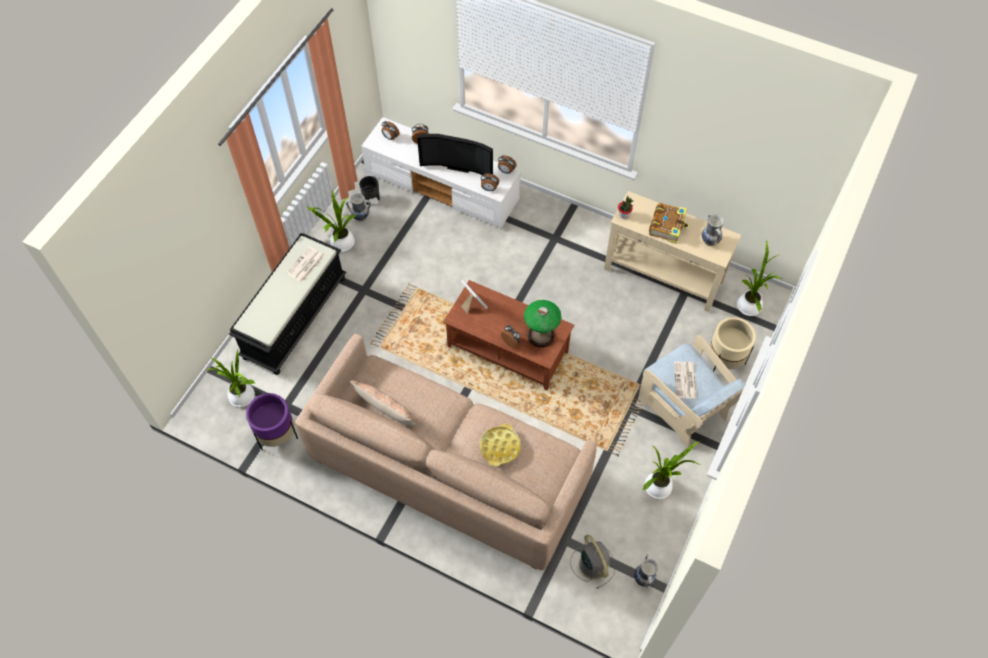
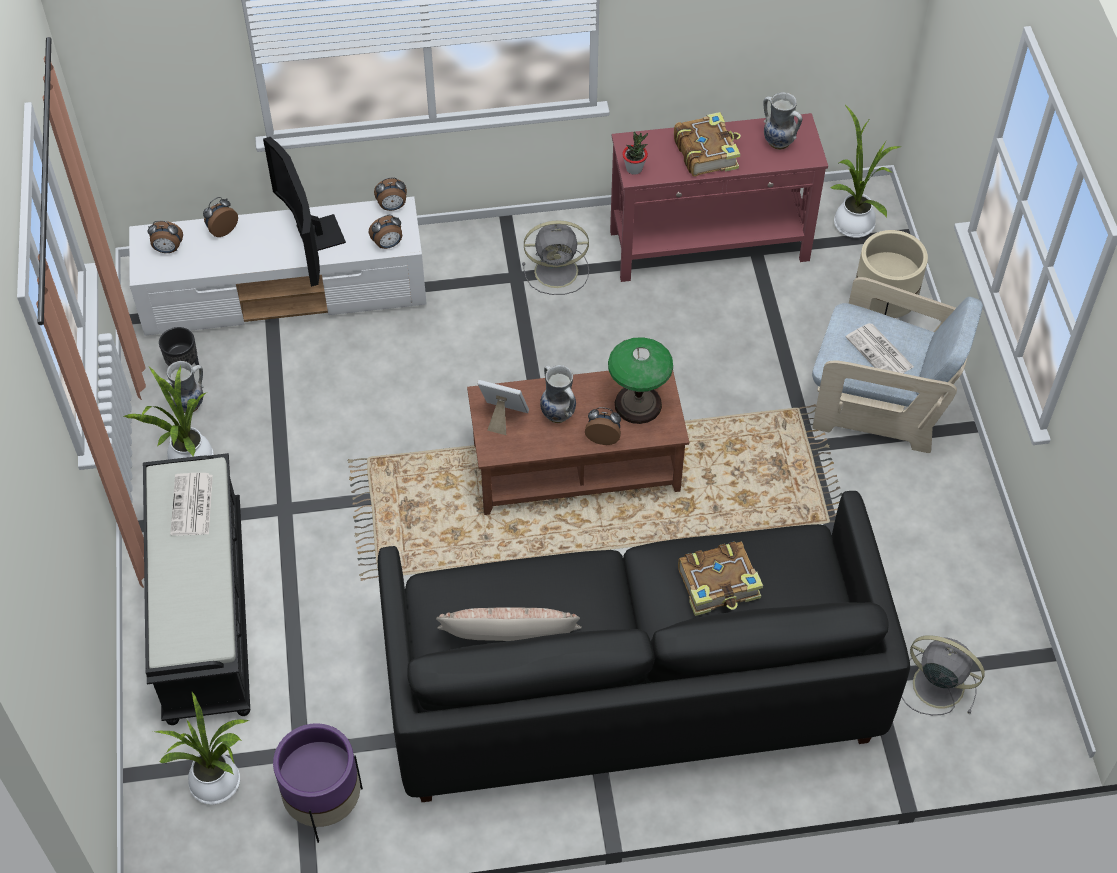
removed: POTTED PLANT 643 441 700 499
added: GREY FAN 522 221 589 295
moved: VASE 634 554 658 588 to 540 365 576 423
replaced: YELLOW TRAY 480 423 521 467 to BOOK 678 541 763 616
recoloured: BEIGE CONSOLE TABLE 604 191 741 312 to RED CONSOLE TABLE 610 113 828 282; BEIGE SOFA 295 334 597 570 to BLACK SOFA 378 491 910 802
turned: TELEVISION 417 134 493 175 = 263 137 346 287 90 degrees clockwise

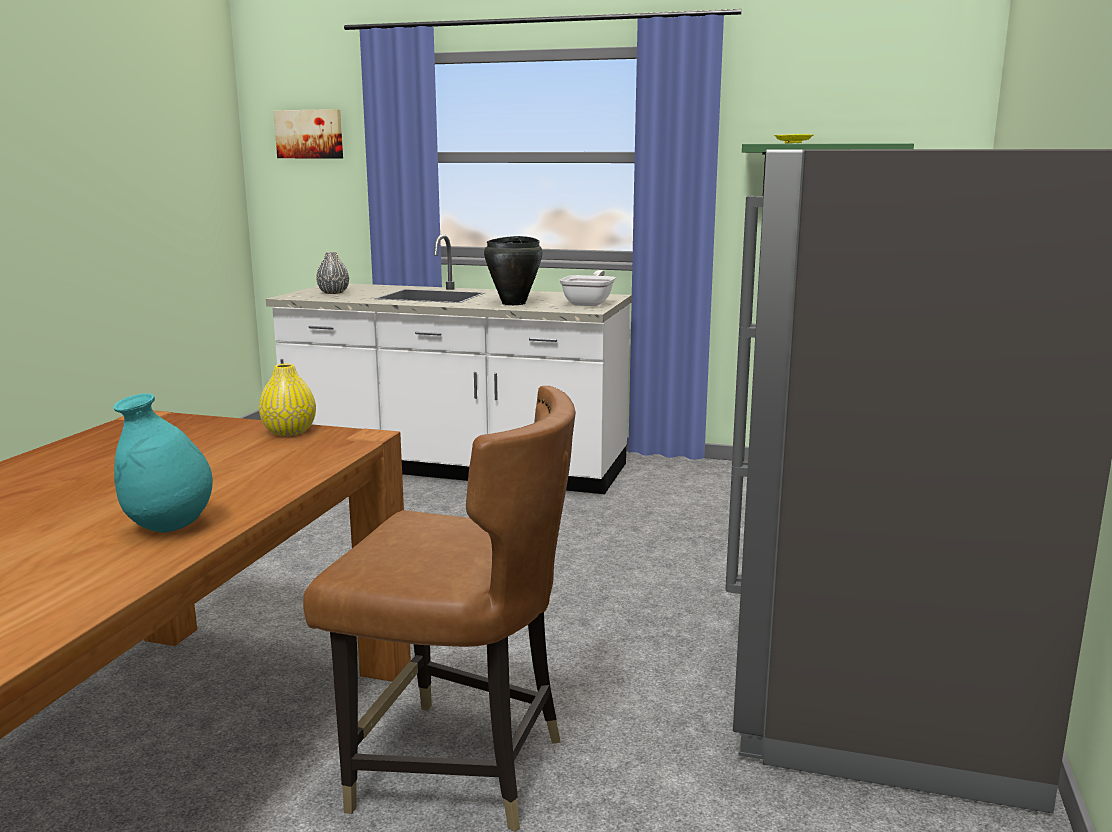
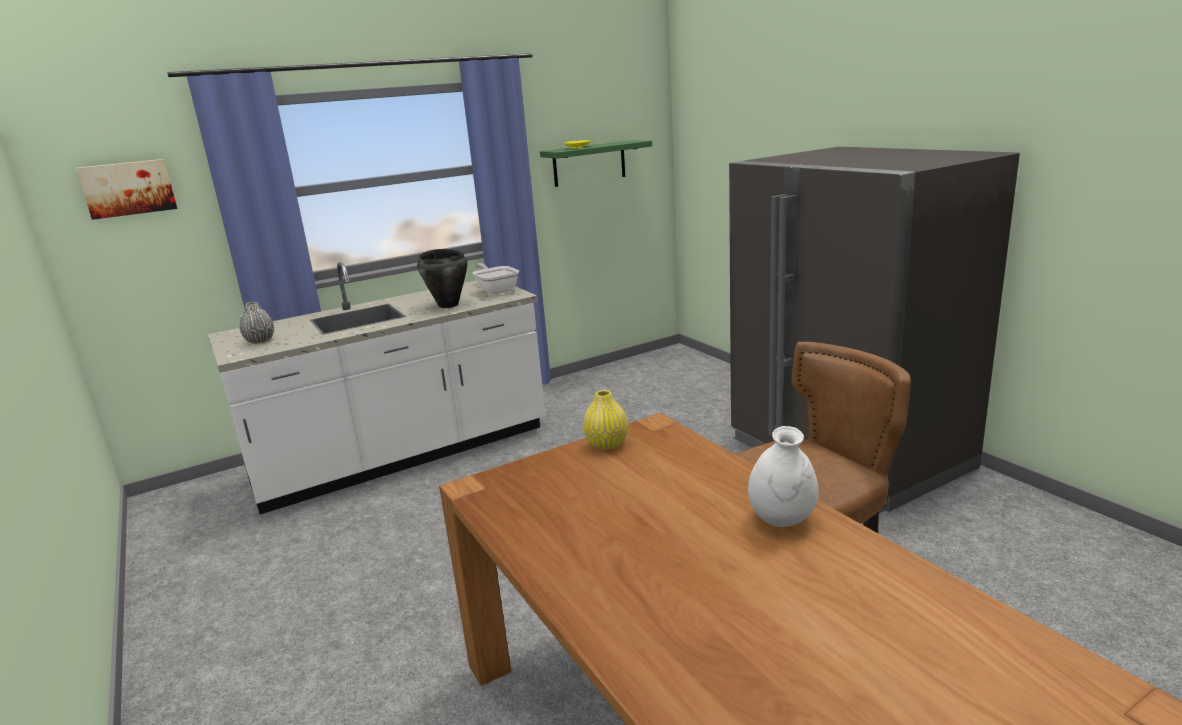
recoloured: TURQUOISE VASE 113 393 213 533 to WHITE VASE 748 426 819 527

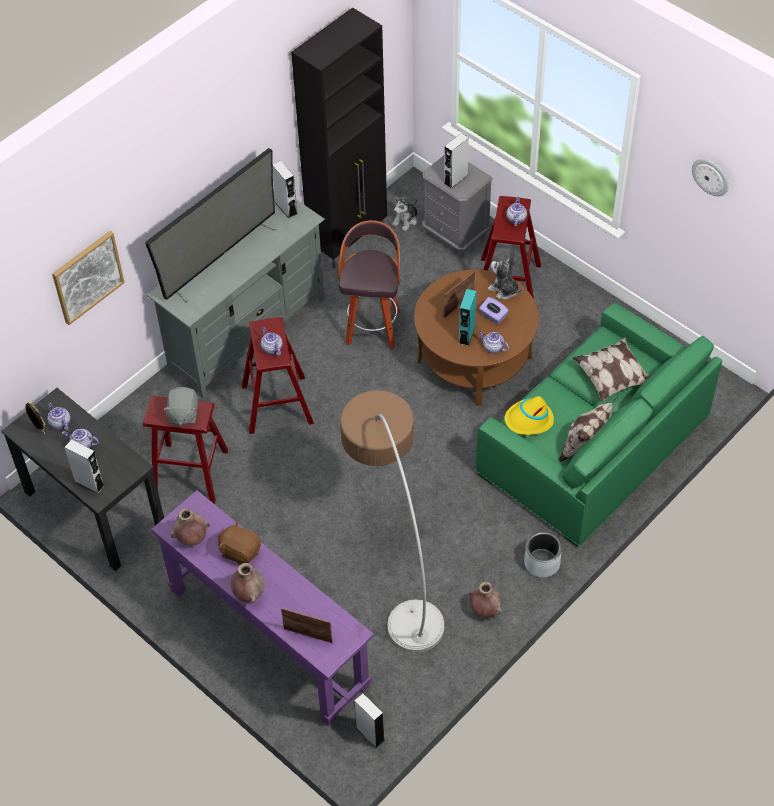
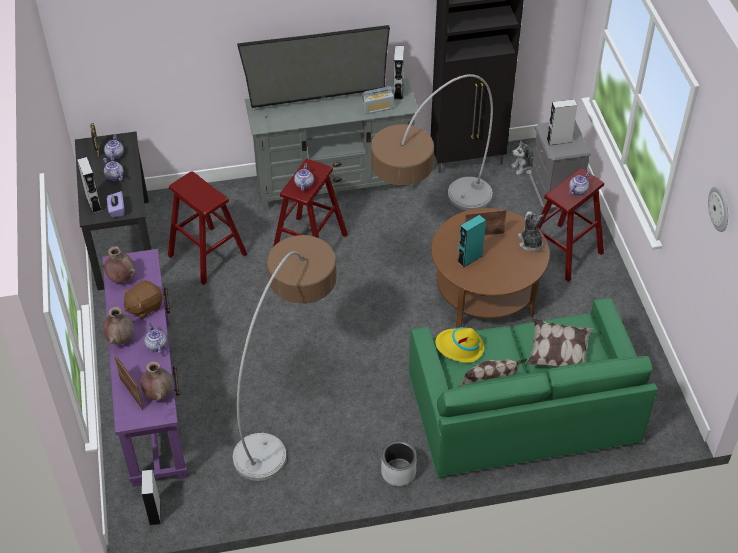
removed: PICTURE 52 231 125 325; GREY PLUSH TOY 163 387 198 426
added: RADIO 362 86 394 114
moved: PURPLE TISSUE BOX 479 297 509 325 to 107 191 124 217; TEAPOT 479 331 509 354 to 145 323 167 354; BROWN VASE 469 582 502 618 to 141 361 172 400
replaced: STOOL 338 220 401 349 to FLOOR LAMP 371 74 493 211
turned: BROWN PLUSH TOY 218 521 261 565 = 123 280 163 319 105 degrees counterclockwise

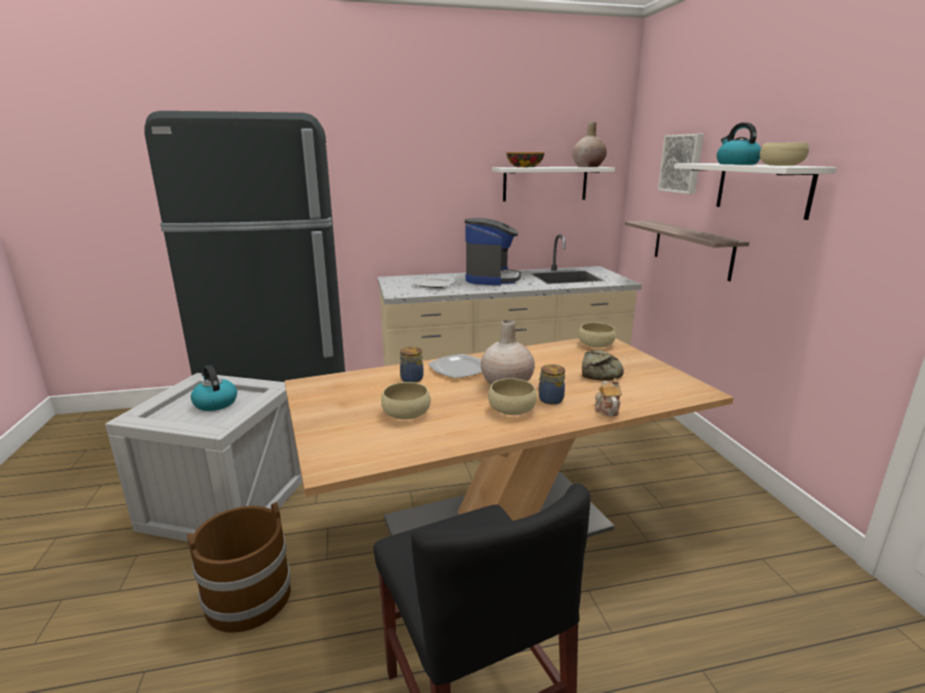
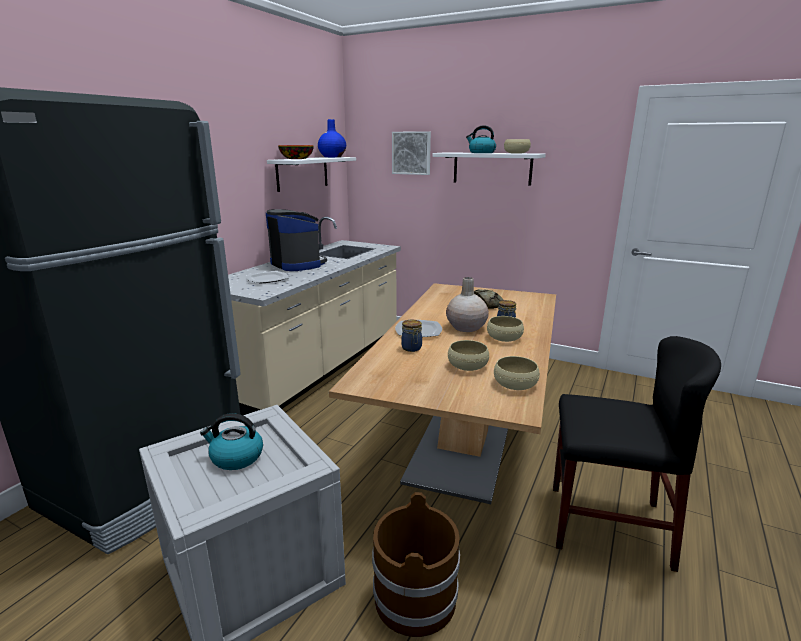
removed: SHELF 625 221 749 281; TEAPOT 595 378 622 416
moved: BEIGE BOWL 578 322 616 348 to 494 356 540 390
recoloured: BEIGE VASE 572 122 607 167 to BLUE VASE 318 119 346 157

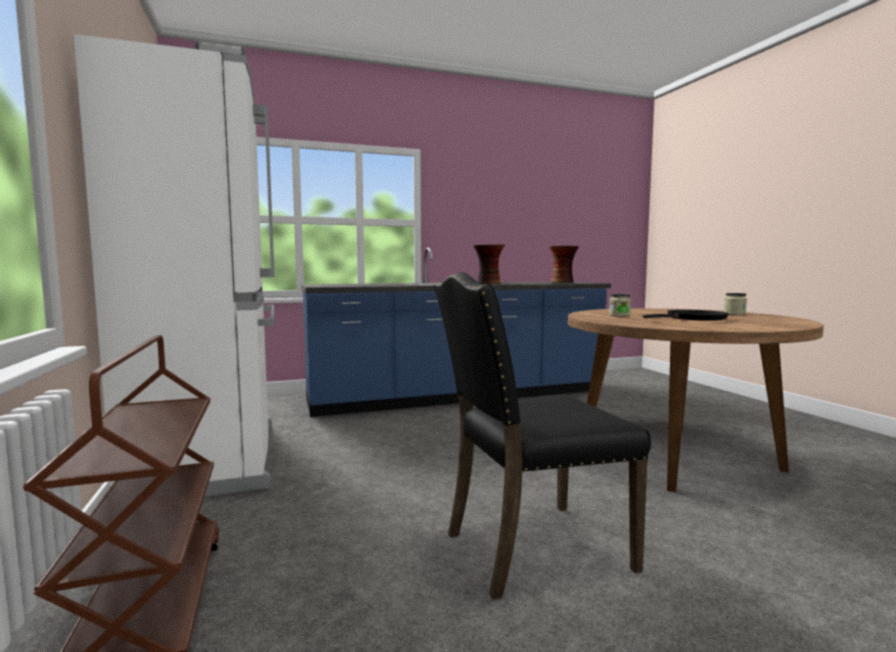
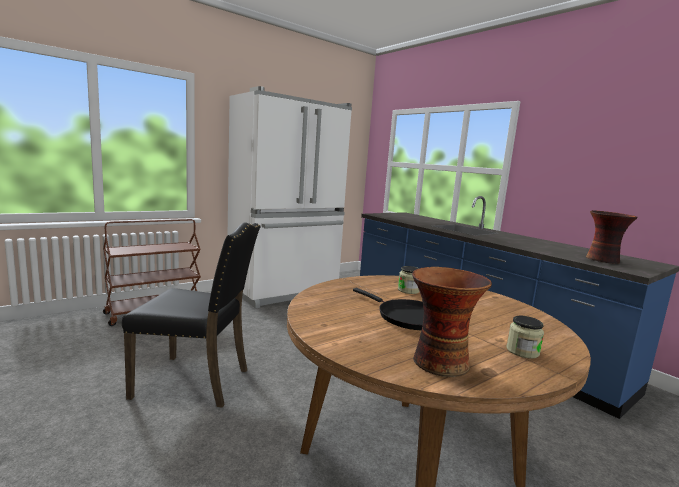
moved: VASE 473 244 505 284 to 412 267 492 377
turned: BLACK CHAIR 433 272 651 600 = 122 223 261 408 135 degrees clockwise

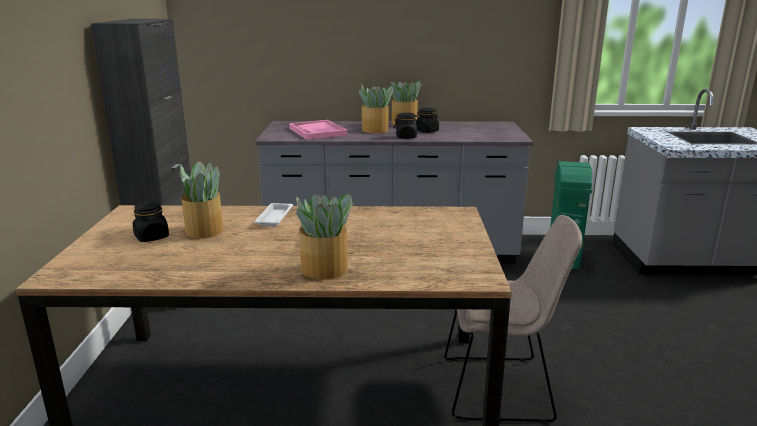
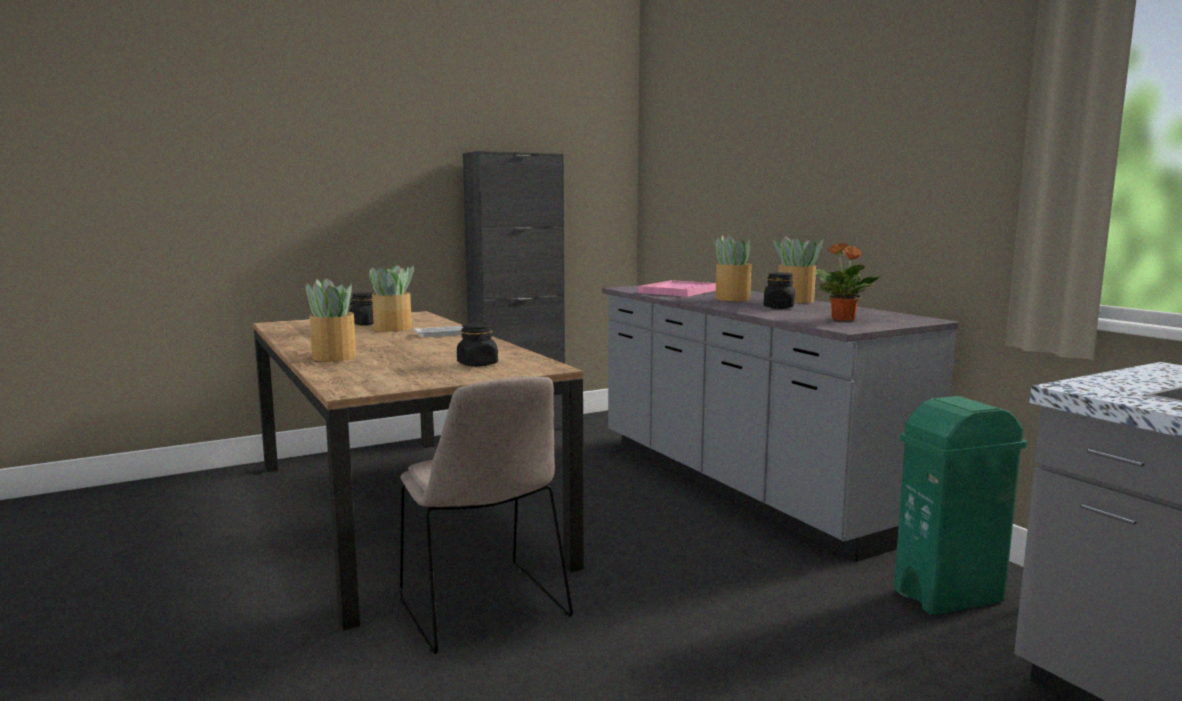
added: POTTED PLANT 815 243 882 321
moved: BLACK JAR 394 113 420 139 to 457 323 498 367

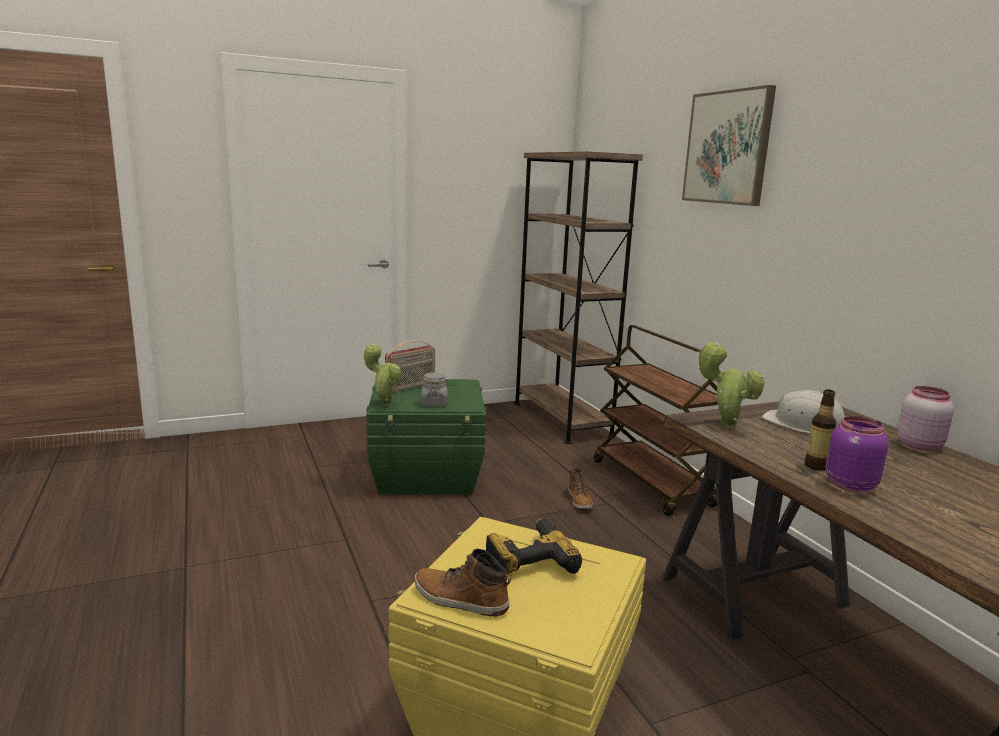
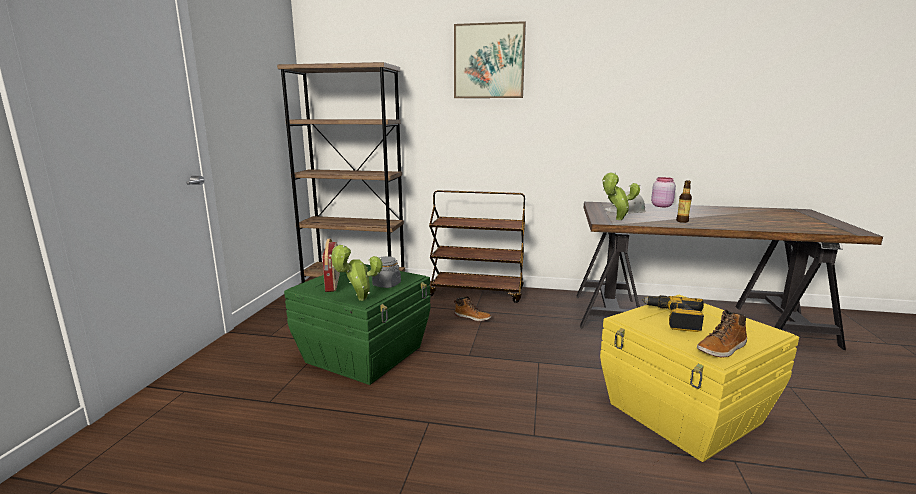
removed: PURPLE JAR 826 416 889 492

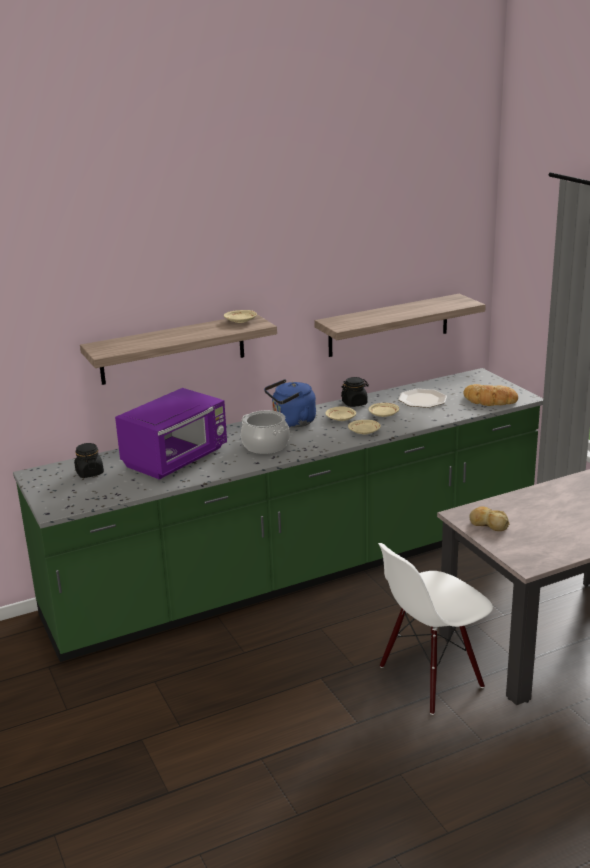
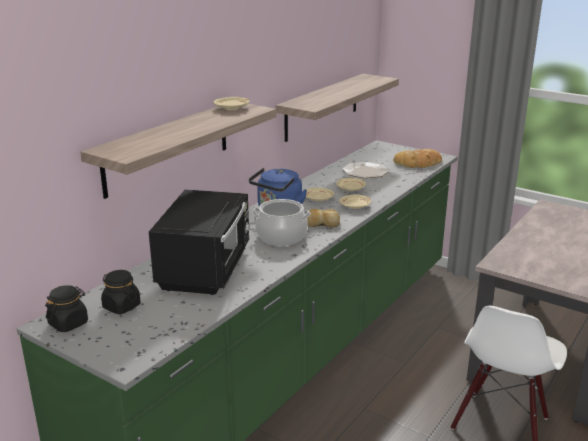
moved: BLACK JAR 341 377 369 407 to 45 285 88 332; BREAD 469 506 510 531 to 307 209 340 228
recoloured: PURPLE MICROWAVE 115 388 227 479 to BLACK MICROWAVE 149 190 250 295

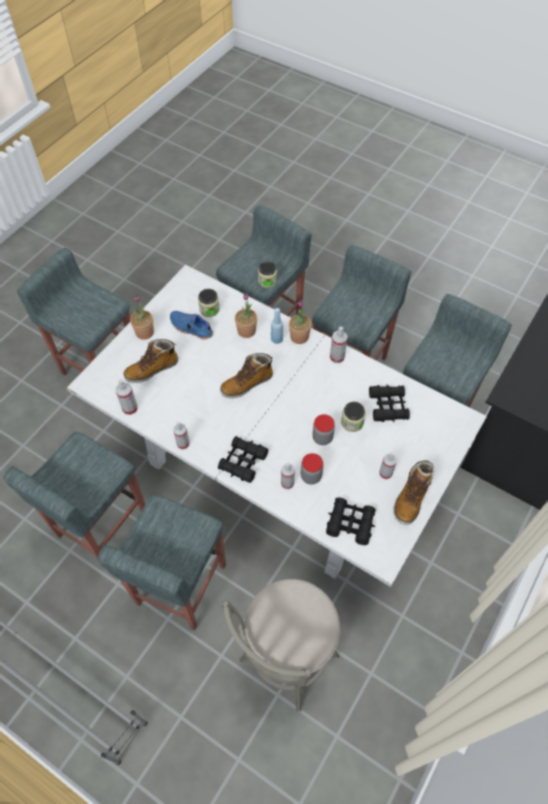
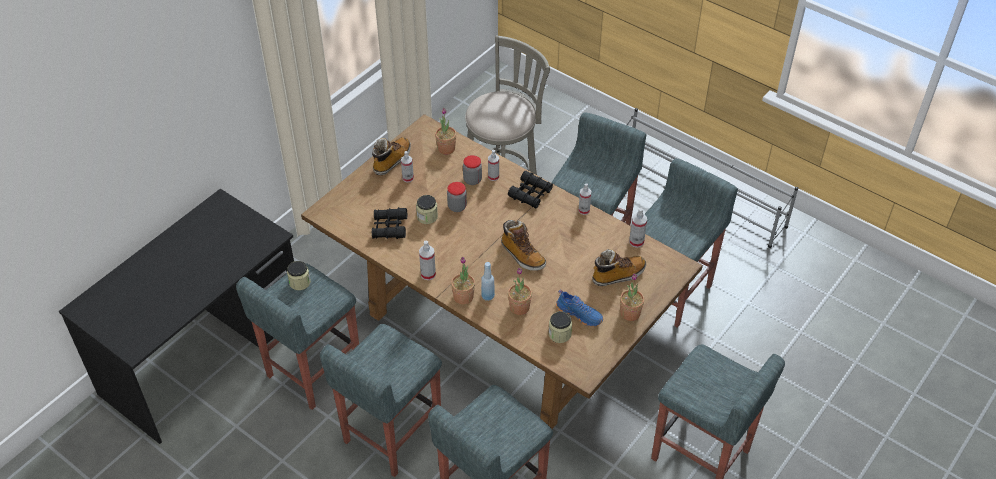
moved: JAR 258 261 277 288 to 287 261 311 290
replaced: BLACK BINOCULARS 326 497 376 545 to POTTED PLANT 435 108 456 155
recoloured: WHITE DINING TABLE 67 264 487 587 to BROWN DINING TABLE 301 114 703 429
turned: BOOT 220 353 273 398 = 501 220 546 271 75 degrees clockwise

